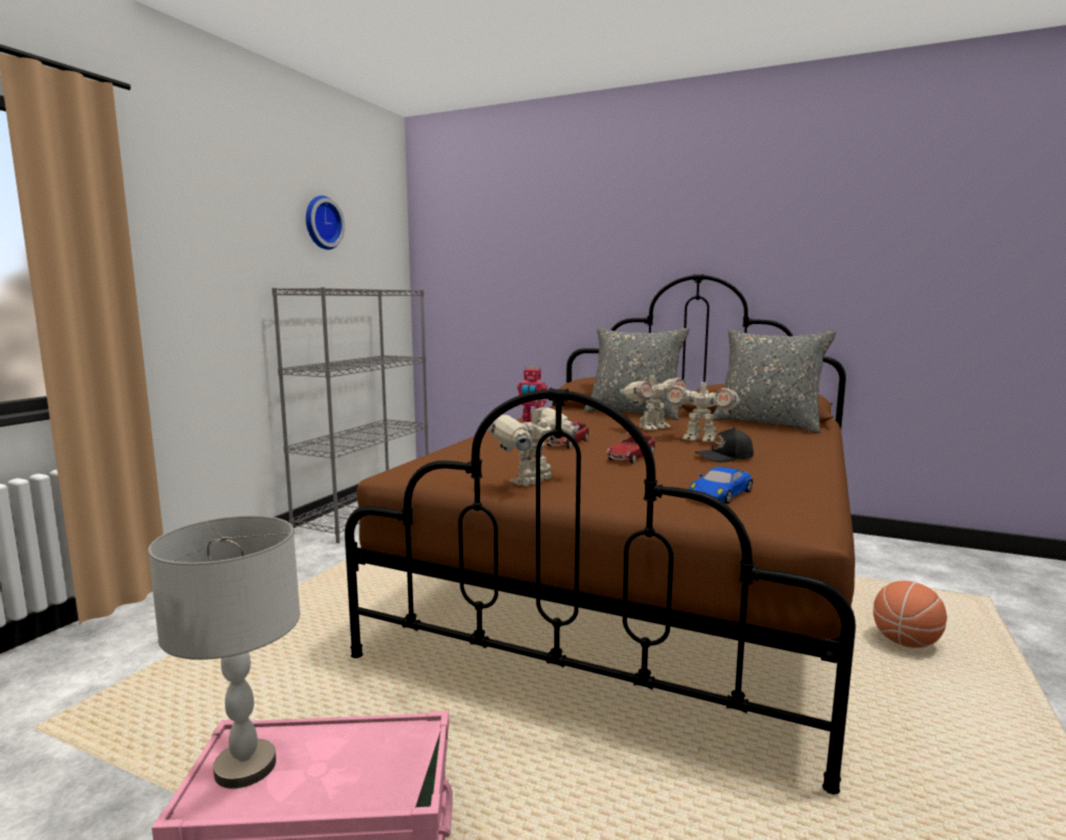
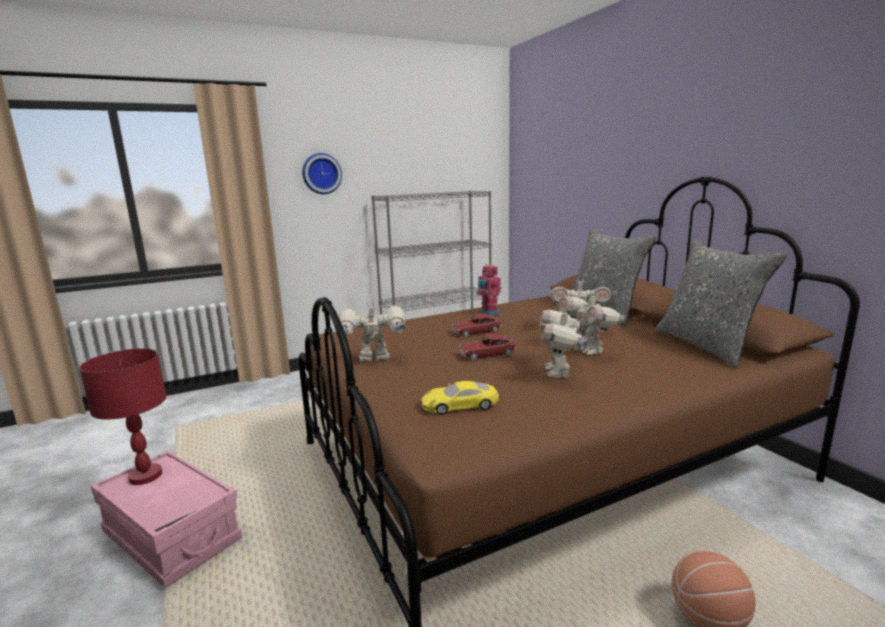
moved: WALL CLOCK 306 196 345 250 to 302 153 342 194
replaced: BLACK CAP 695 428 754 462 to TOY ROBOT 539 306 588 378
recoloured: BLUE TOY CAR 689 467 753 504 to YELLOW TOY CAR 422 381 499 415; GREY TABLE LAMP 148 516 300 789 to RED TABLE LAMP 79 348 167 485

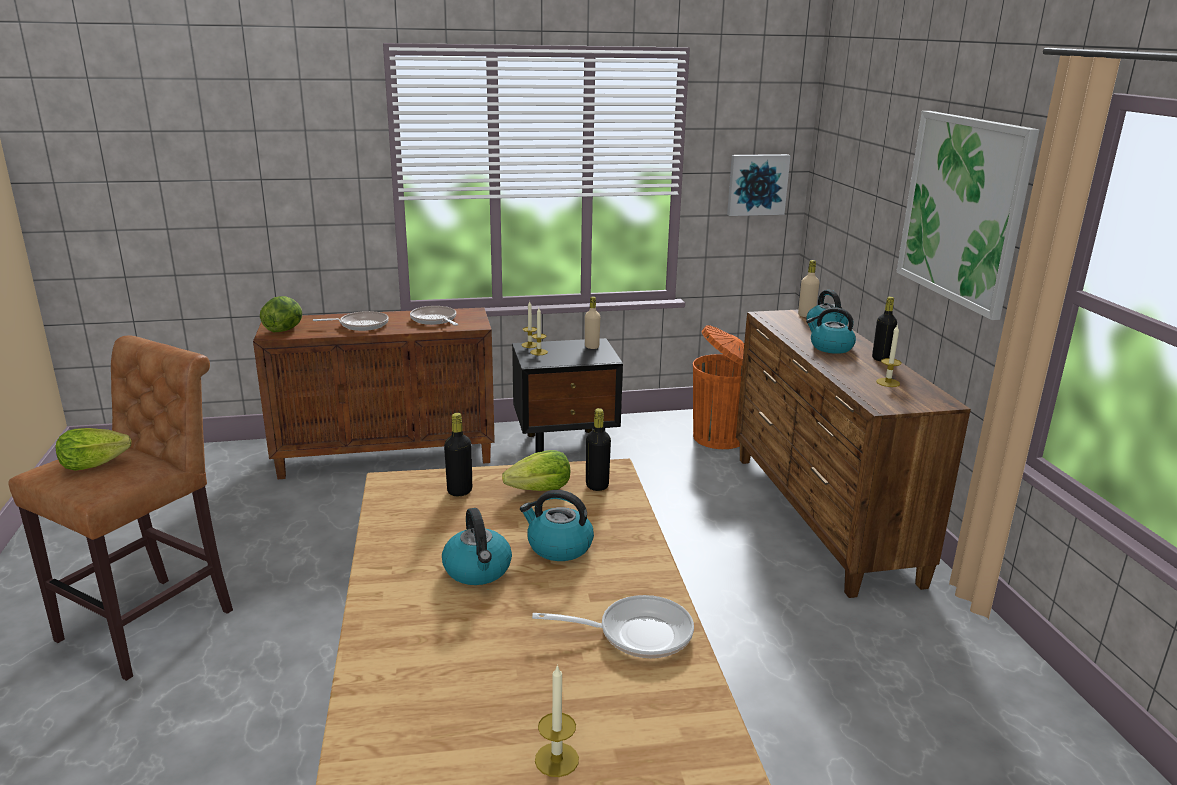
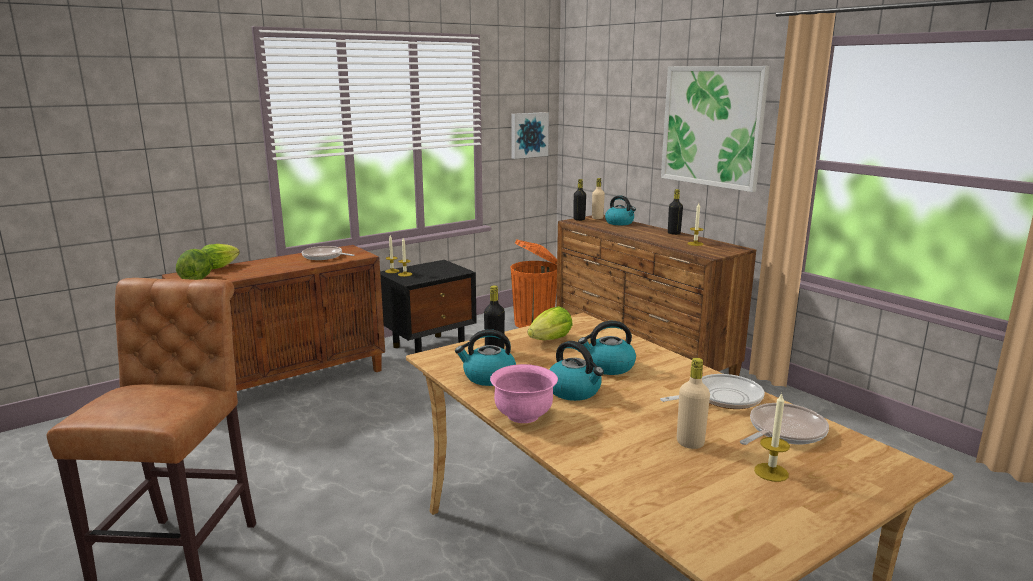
added: PINK BOWL 490 364 558 423
moved: BEIGE BOTTLE 585 296 600 349 to 677 358 710 449; KETTLE 806 307 856 354 to 455 329 516 386; FRYING PAN 313 311 389 331 to 740 403 829 445; BLACK BOTTLE 586 408 611 491 to 573 179 586 221; LETTUCE 56 428 132 471 to 201 244 240 269

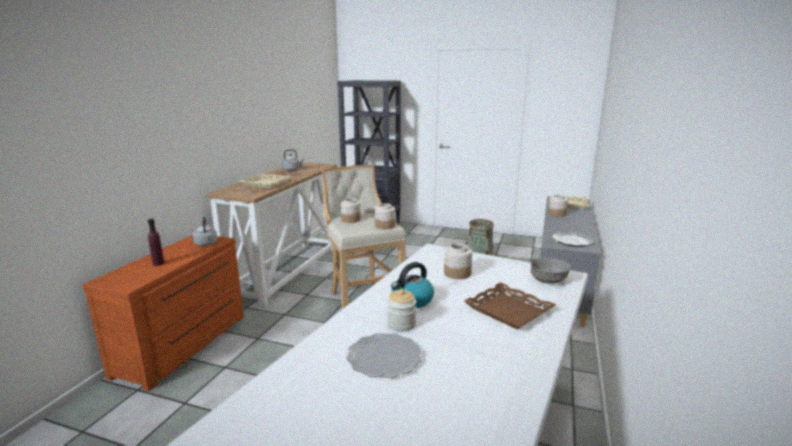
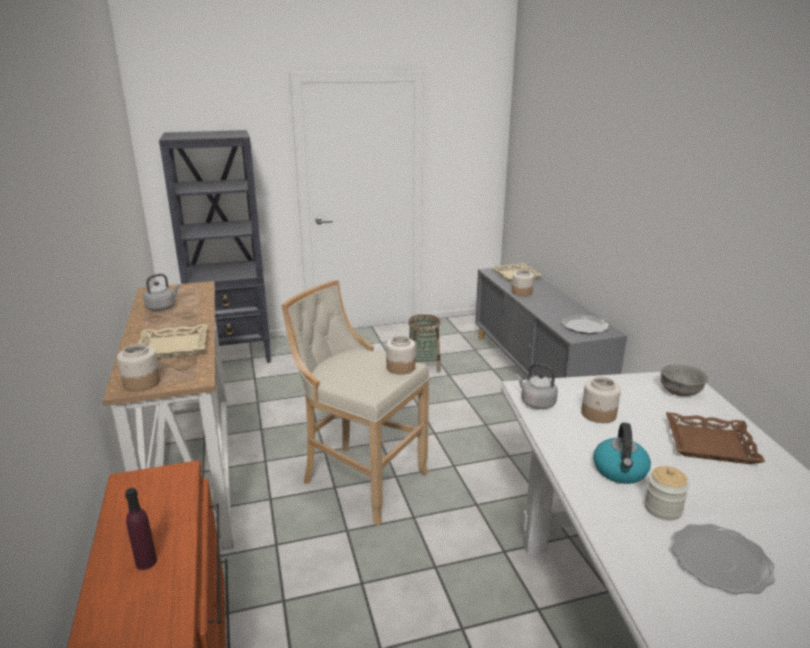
moved: JAR 341 198 361 223 to 117 344 160 391; GREY KETTLE 193 217 217 246 to 516 363 558 409

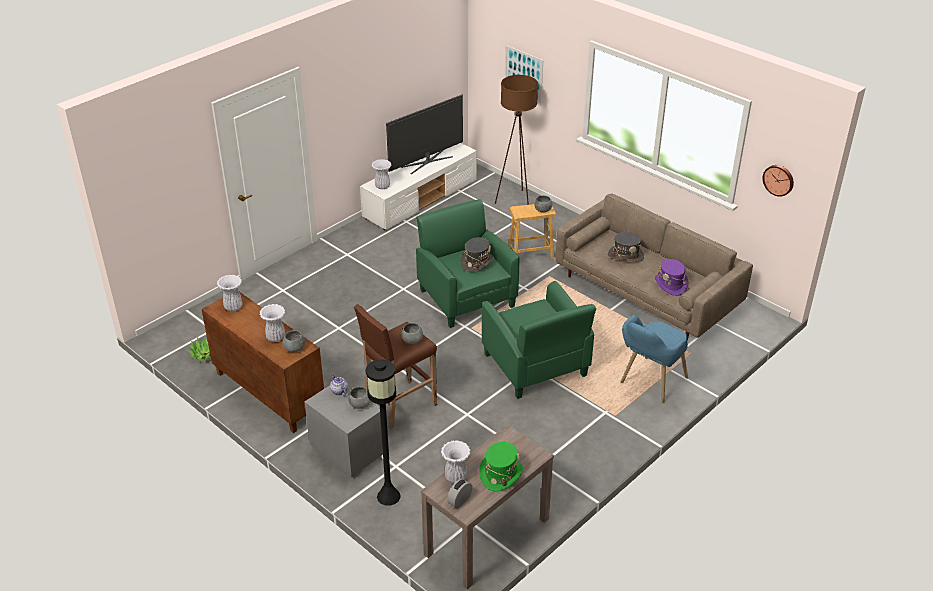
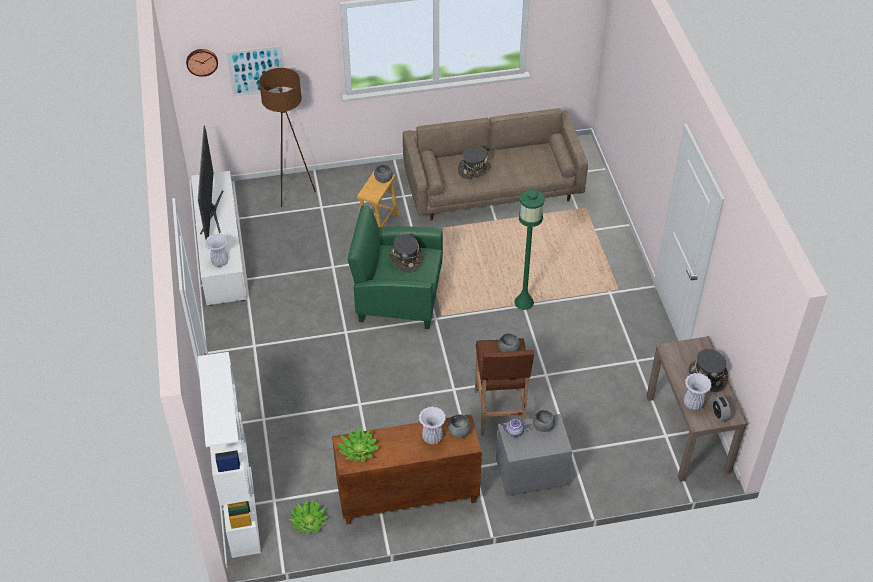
removed: PURPLE HAT 655 259 688 296; BLUE ARMCHAIR 621 315 688 404; BLACK FLOOR LAMP 365 359 401 506
added: WHITE BOOKCASE 198 352 261 558
moved: WALL CLOCK 762 165 794 197 to 186 49 218 77
replaced: WHITE VASE 217 275 243 312 to POTTED PLANT 338 427 380 463; GREEN ARMCHAIR 482 281 596 399 to GREEN FLOOR LAMP 515 190 545 310
recoloured: GREEN HAT 479 442 523 491 to GREY HAT 688 349 728 392

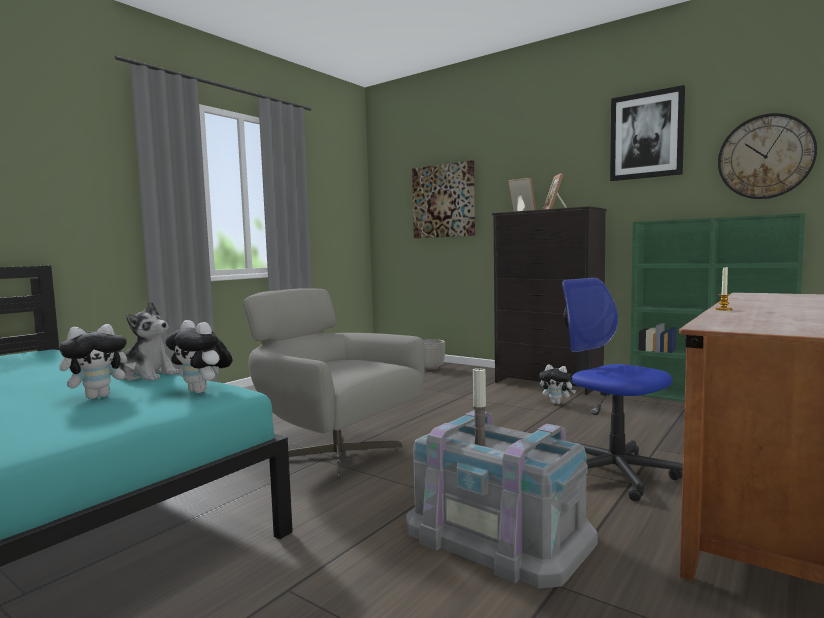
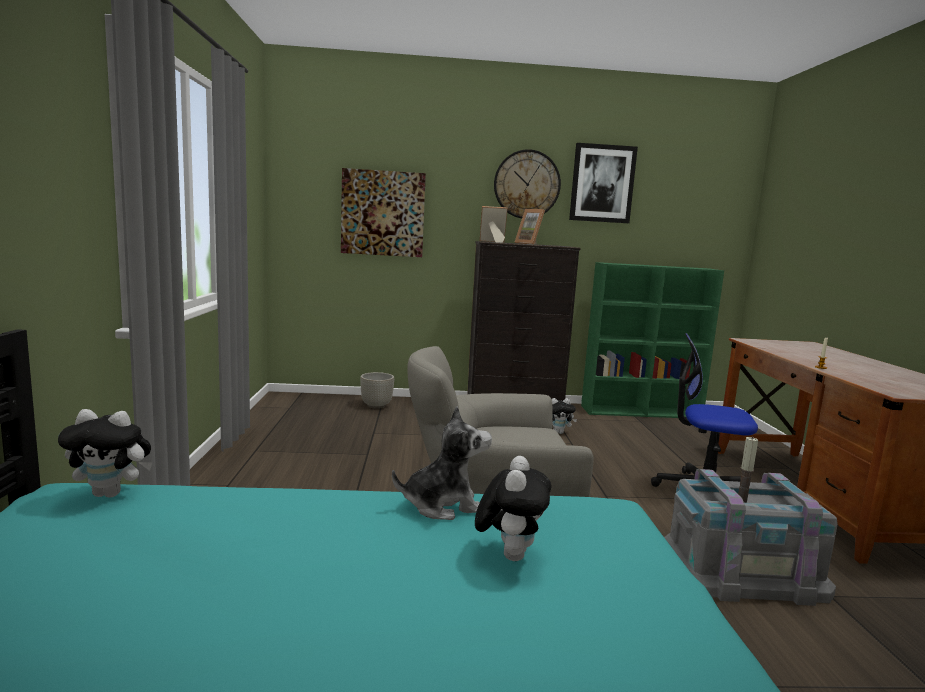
moved: WALL CLOCK 718 113 817 199 to 494 149 561 218; PLUSH TOY 165 320 232 393 to 58 409 153 498

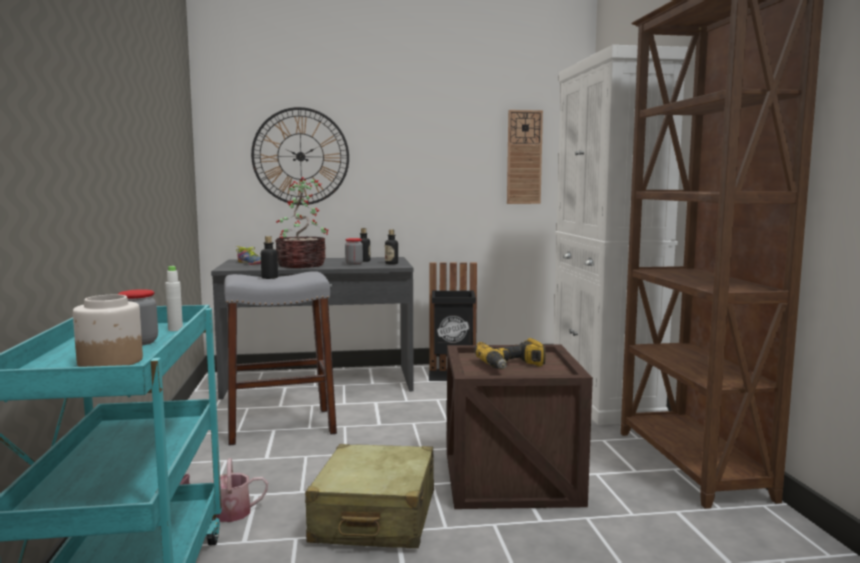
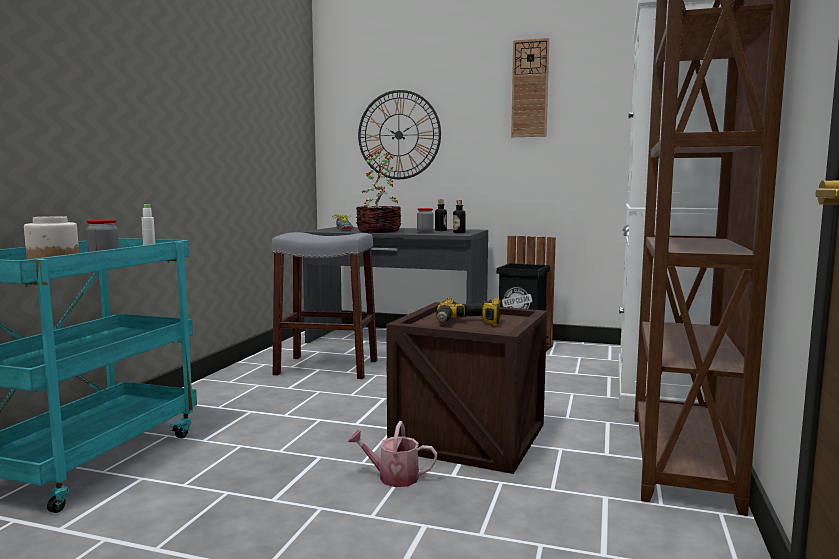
removed: BOTTLE 261 236 278 279; BEIGE SUITCASE 305 444 434 548
moved: WALL CLOCK 507 110 543 204 to 511 38 549 137; WATERING CAN 179 458 268 522 to 348 421 437 487

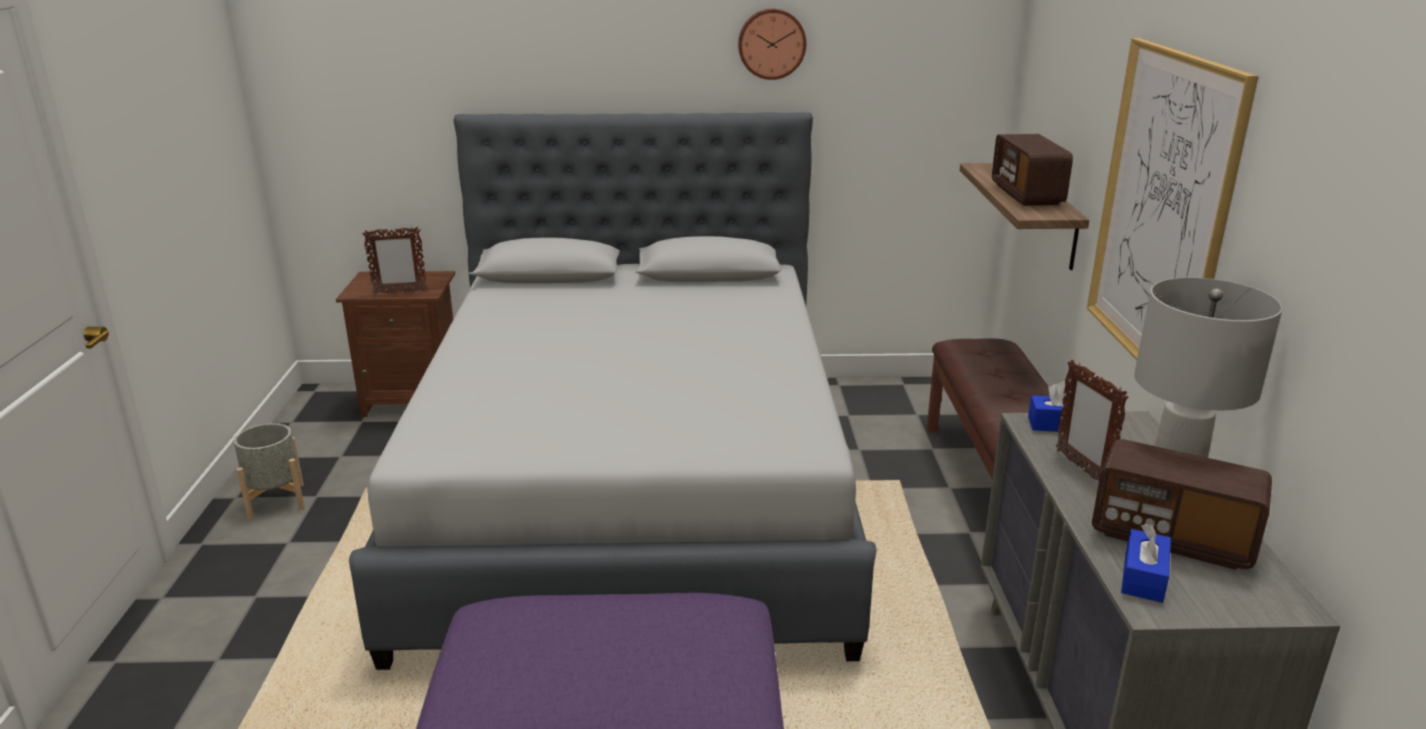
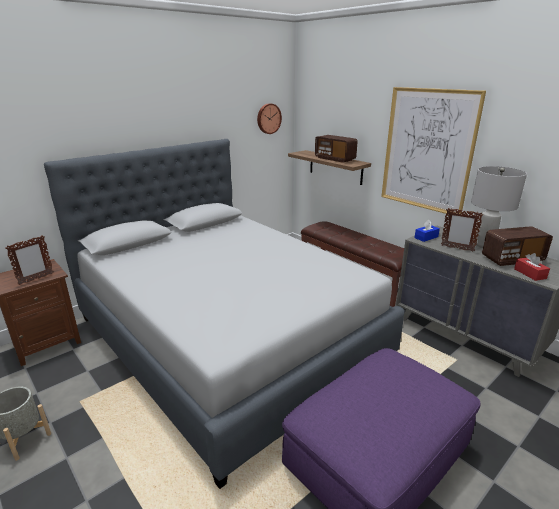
moved: WALL CLOCK 738 9 806 80 to 257 103 282 134
recoloured: BLUE TISSUE BOX 1121 524 1171 603 to RED TISSUE BOX 514 253 550 281

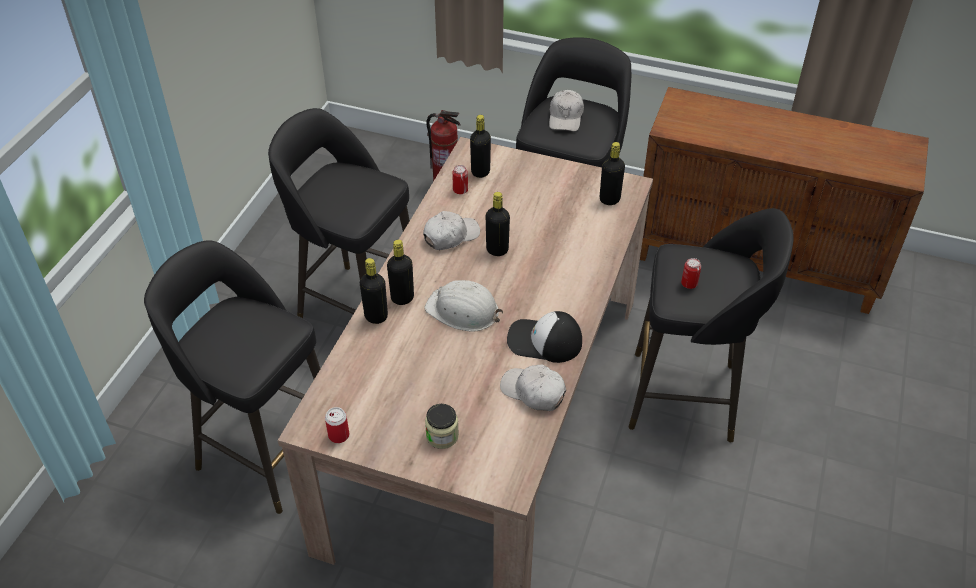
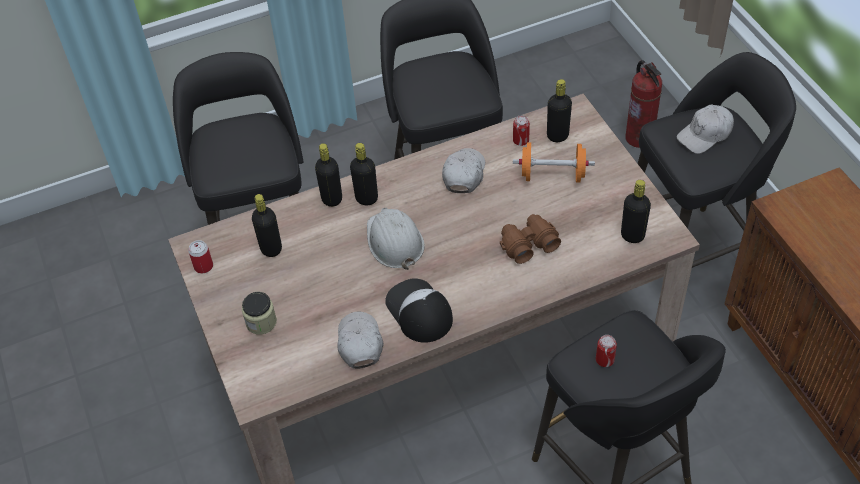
added: ORANGE DUMBBELL 513 143 595 182; BROWN BINOCULARS 500 214 561 264
moved: BLACK BOTTLE 486 192 510 256 to 252 194 282 257
turned: WHITE CAP 423 211 480 250 = 442 148 485 193 90 degrees counterclockwise

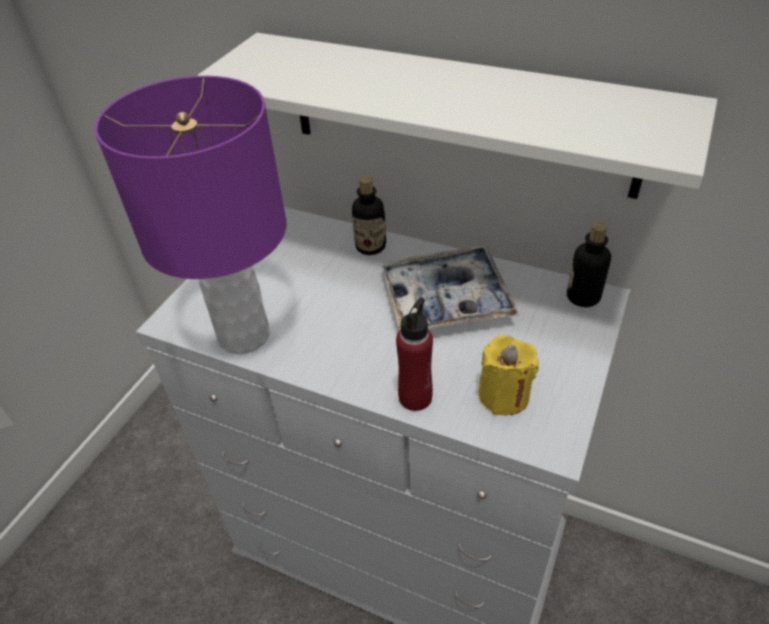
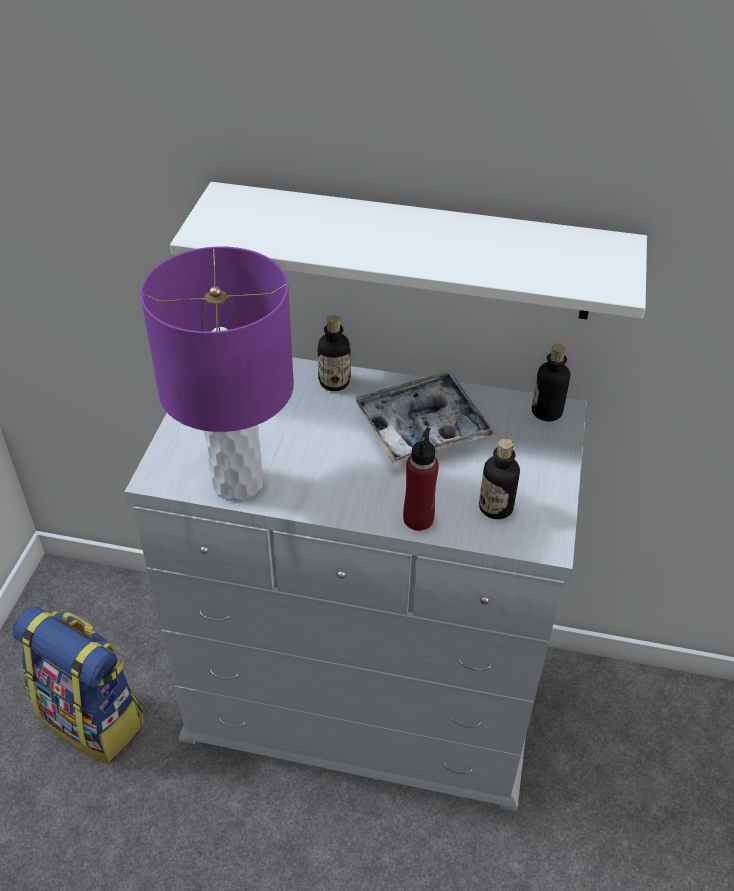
added: BACKPACK 12 607 144 763
replaced: YELLOW CANDLE 479 335 539 415 to BOTTLE 479 438 520 519

